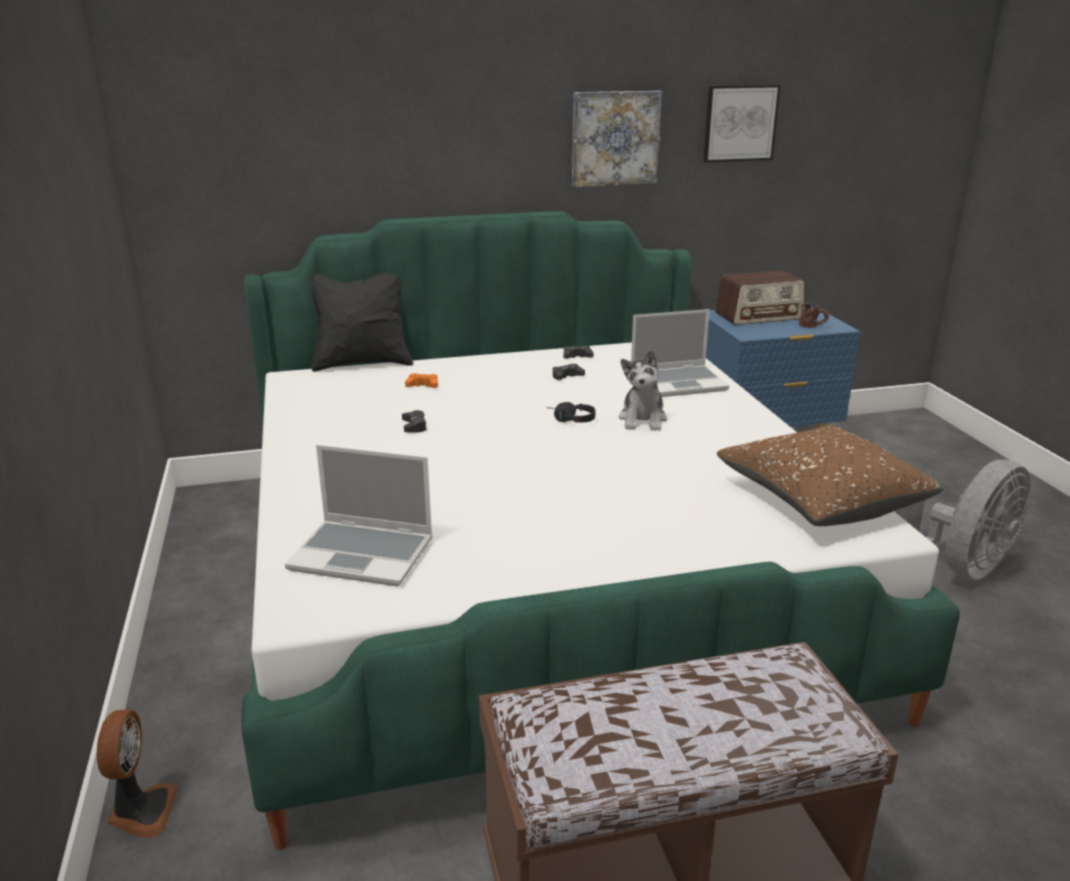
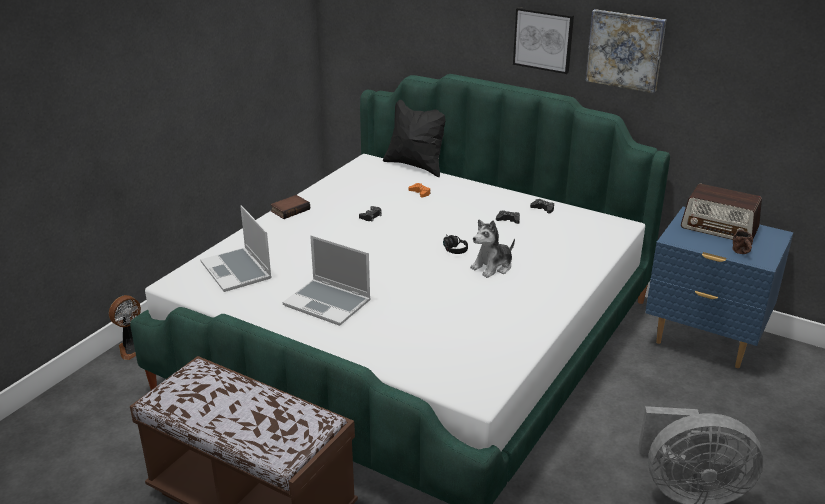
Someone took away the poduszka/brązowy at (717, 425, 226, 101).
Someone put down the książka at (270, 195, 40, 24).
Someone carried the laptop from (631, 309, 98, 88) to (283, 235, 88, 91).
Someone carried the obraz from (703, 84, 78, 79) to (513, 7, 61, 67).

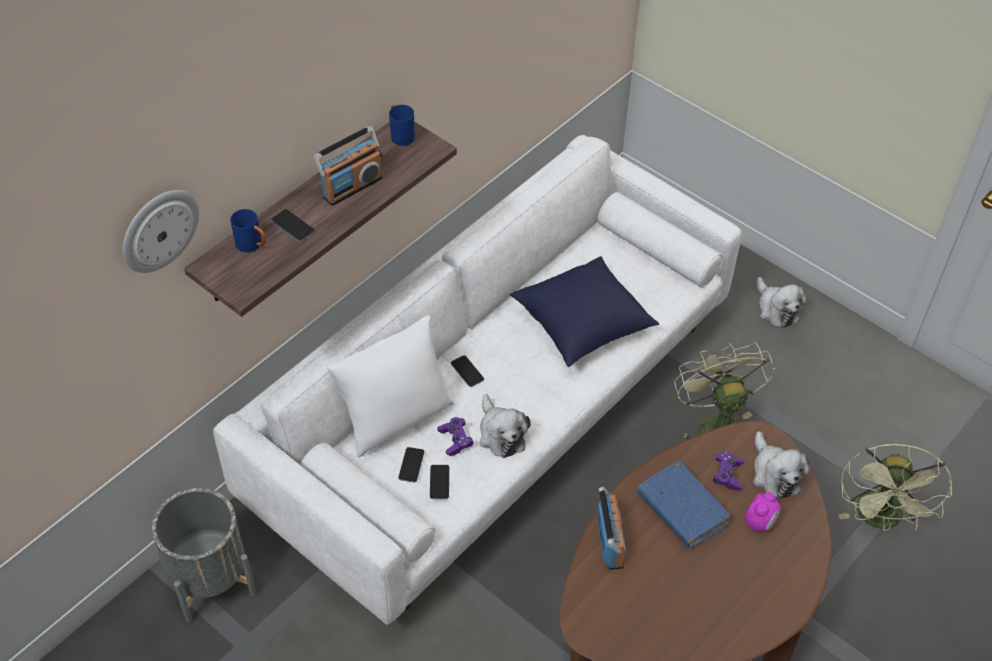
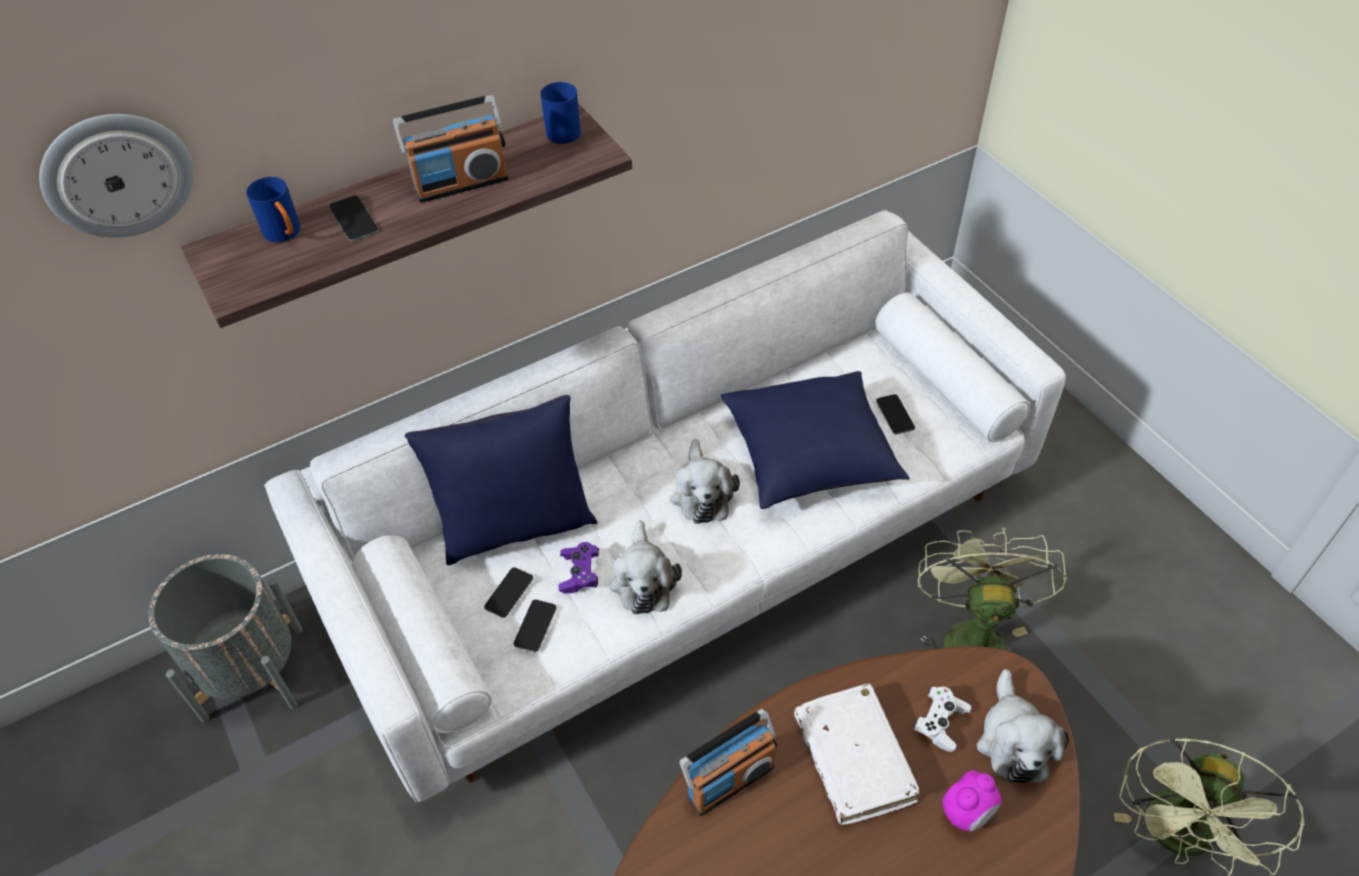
Someone carried the telefon from (451, 355, 33, 32) to (876, 394, 39, 40).
Someone carried the pluszak from (757, 277, 49, 51) to (670, 439, 70, 85).
Someone repainted the poduszka/biały at (327, 316, 127, 142), which became the poduszka/niebieski at (405, 395, 193, 170).
Someone repainted the książka/niebieski at (637, 461, 93, 88), which became the książka/biały at (794, 683, 126, 142).
Someone repainted the pad do gier/fioletowy at (713, 451, 31, 40), which became the pad do gier/biały at (913, 687, 58, 65).
Someone rotated the radio at (596, 486, 30, 84) by 45 degrees clockwise.

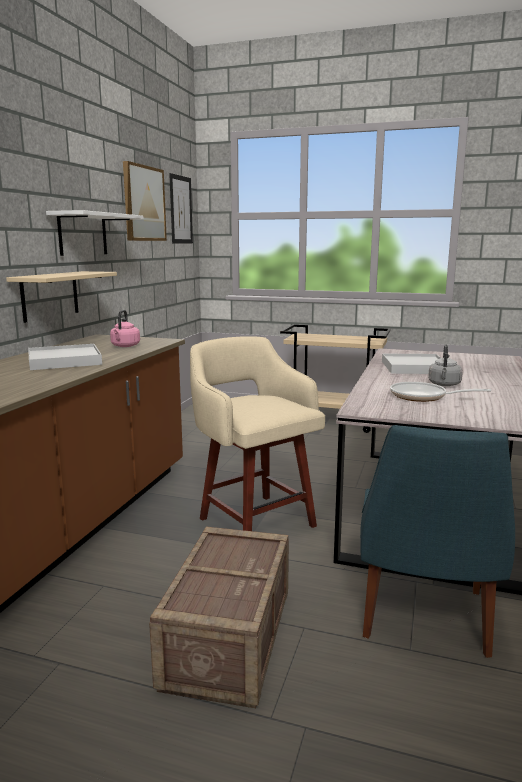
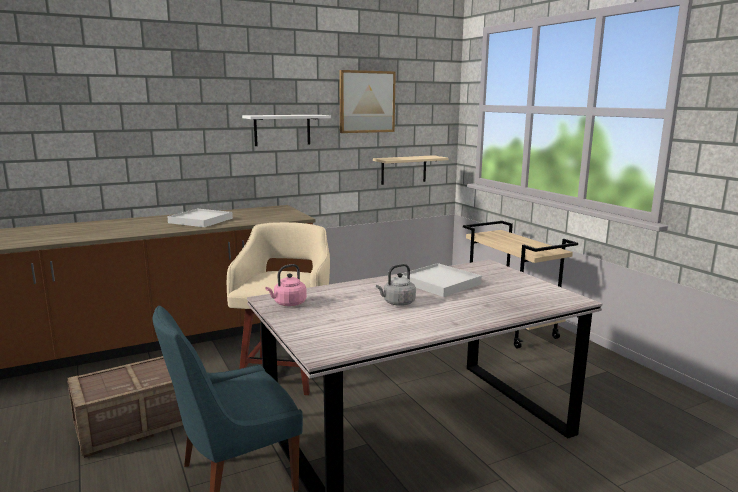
Someone took away the obraz at (169, 173, 24, 70).
Someone took away the patelnia at (390, 382, 101, 20).
Someone carried the półka/beżowy from (6, 271, 111, 52) to (373, 155, 75, 30).
Someone carried the czajnik/różowy from (110, 310, 30, 37) to (265, 264, 42, 42).

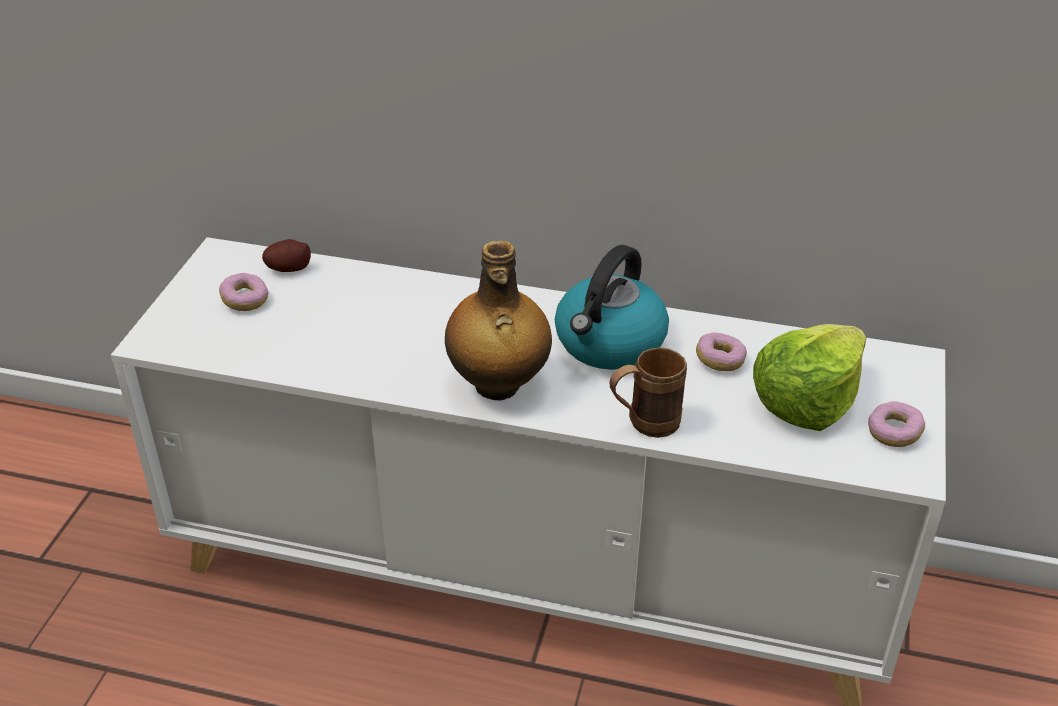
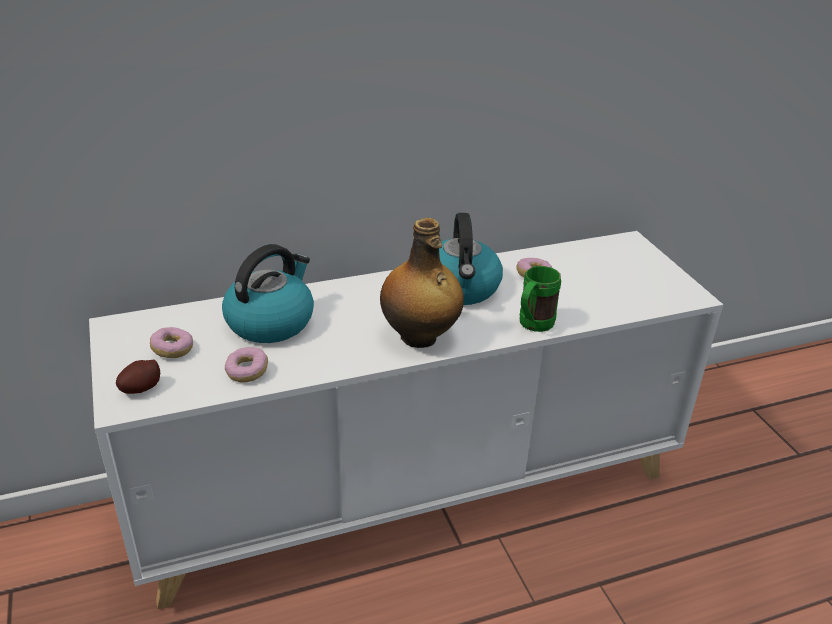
Someone took away the sałata at (753, 324, 114, 107).
Someone put down the czajnik at (222, 244, 92, 99).
Someone carried the ziemniak from (262, 239, 49, 33) to (116, 360, 44, 34).
Someone carried the donut from (868, 402, 57, 45) to (225, 347, 43, 36).
Someone repainted the kubek/brązowy at (609, 347, 78, 91), which became the kubek/zielony at (520, 266, 41, 66).

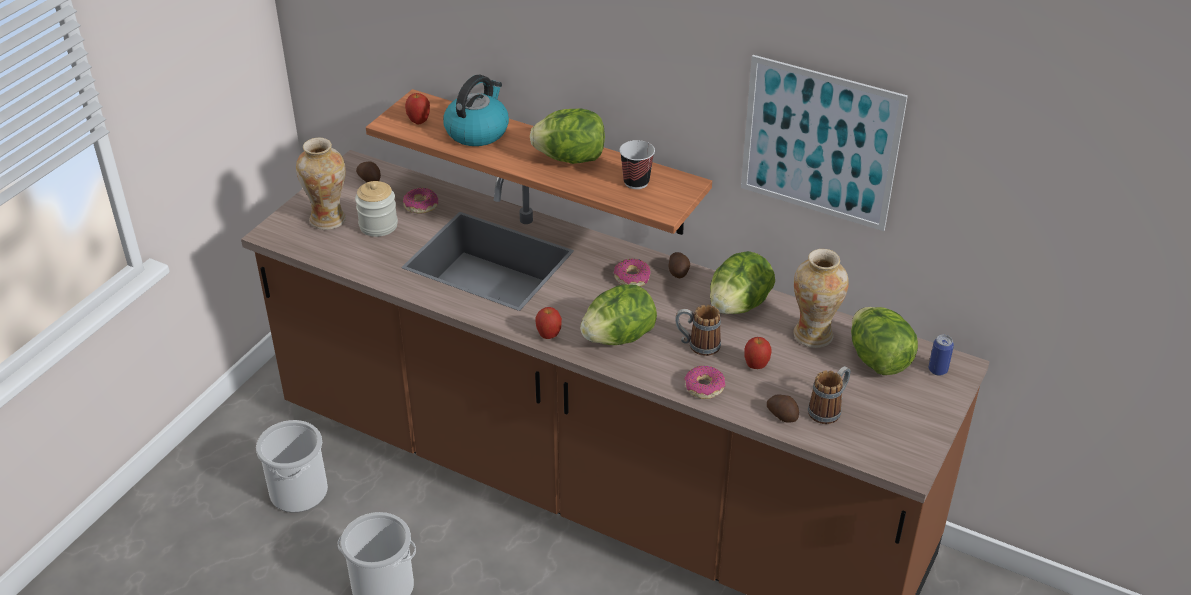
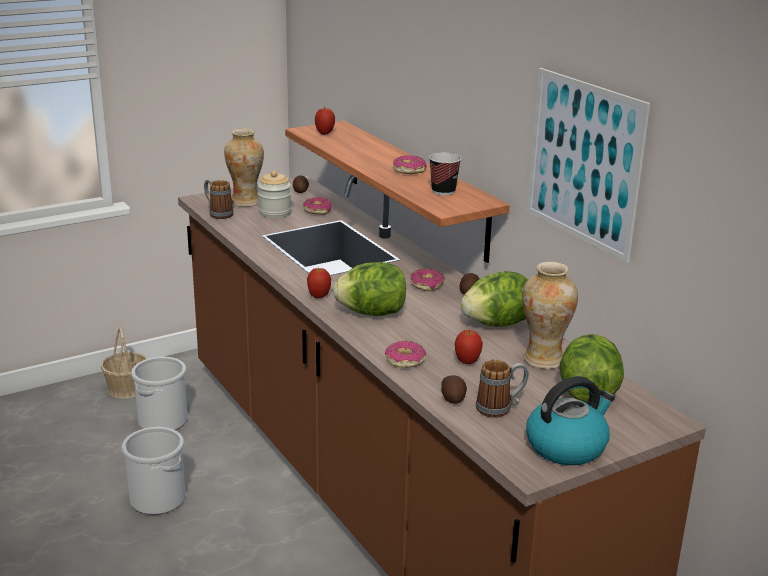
Someone took away the puszka at (929, 335, 25, 41).
Someone put down the koszyk at (101, 327, 46, 72).
Someone carried the czajnik from (443, 75, 66, 71) to (526, 376, 89, 89).
Someone carried the kubek from (675, 305, 46, 51) to (204, 179, 30, 40).
Someone swapped the sałata at (530, 109, 75, 55) for the donut at (393, 155, 34, 19).

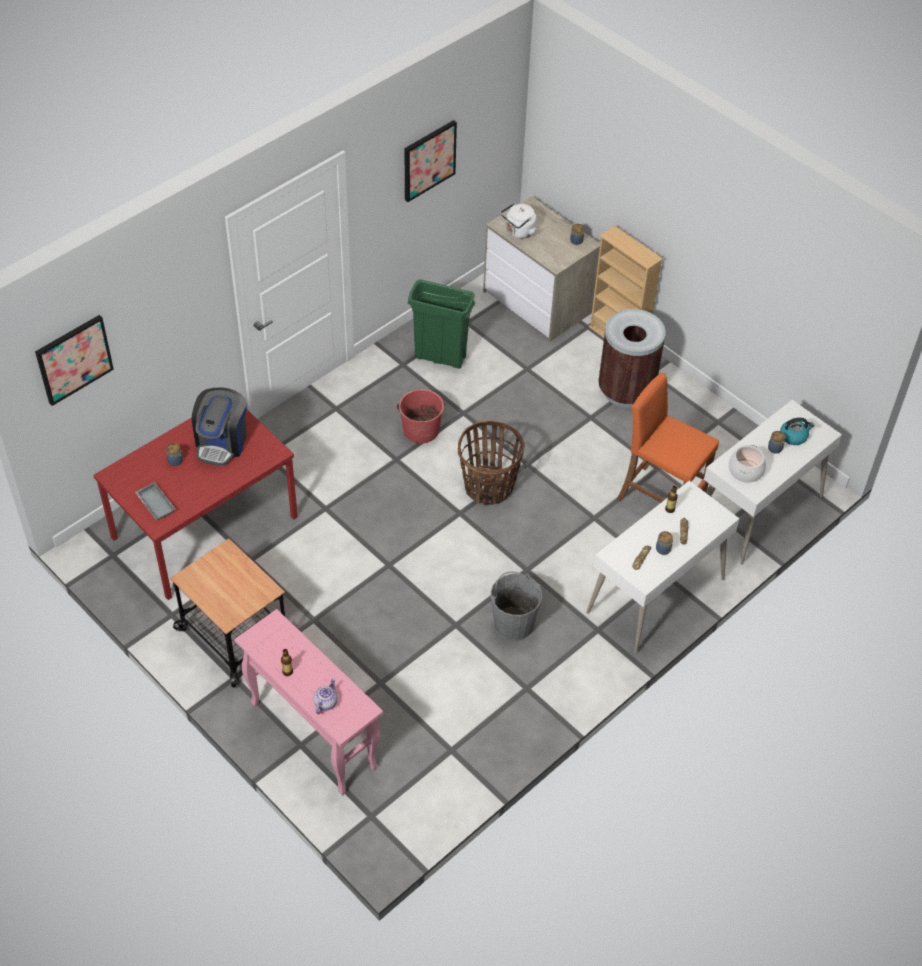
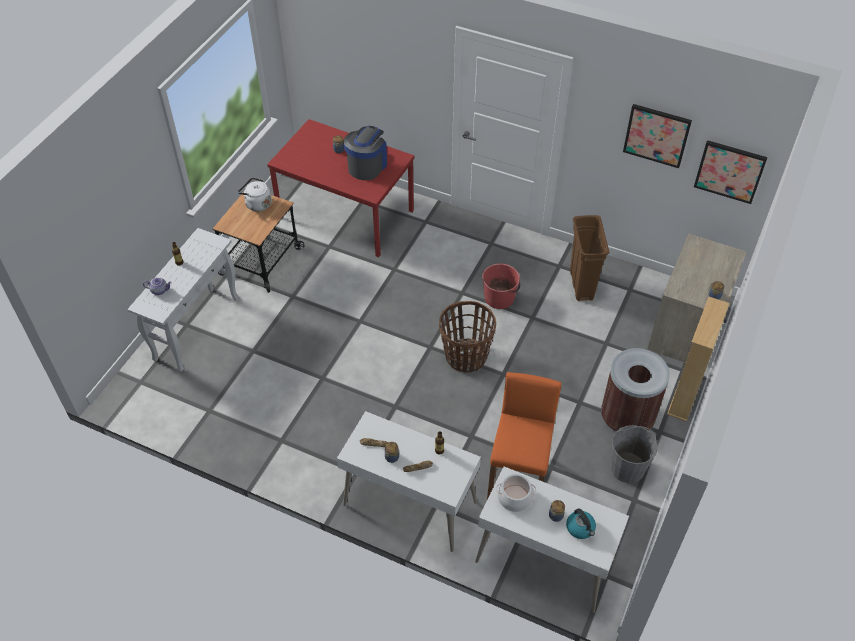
Someone took away the taca/szary at (135, 482, 41, 38).
Someone carried the obraz from (35, 315, 79, 91) to (694, 140, 74, 64).
Someone carried the wiadro/szary from (491, 571, 51, 70) to (610, 425, 48, 58).
Someone carried the czajnik/biały from (501, 203, 35, 36) to (238, 177, 34, 34).
Someone repainted the stolik konsolowy/różowy at (234, 609, 149, 186), which became the stolik konsolowy/biały at (127, 228, 112, 144).
Someone repainted the kosz na śmieci/zielony at (407, 279, 68, 90), which became the kosz na śmieci/brązowy at (570, 215, 39, 86).
Someone rotated the ekspres do kawy at (192, 387, 55, 79) by 120 degrees clockwise.

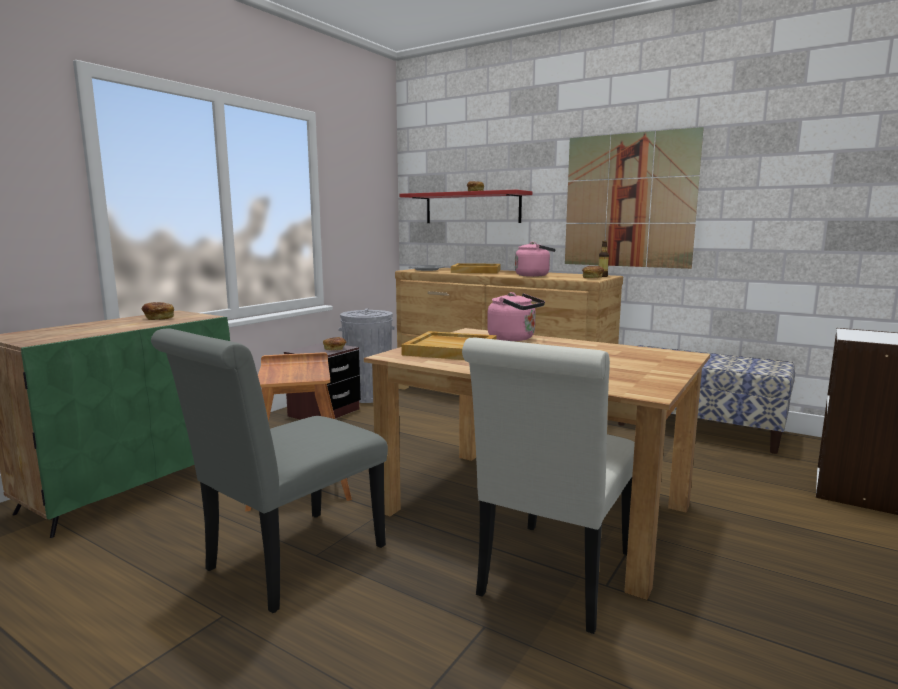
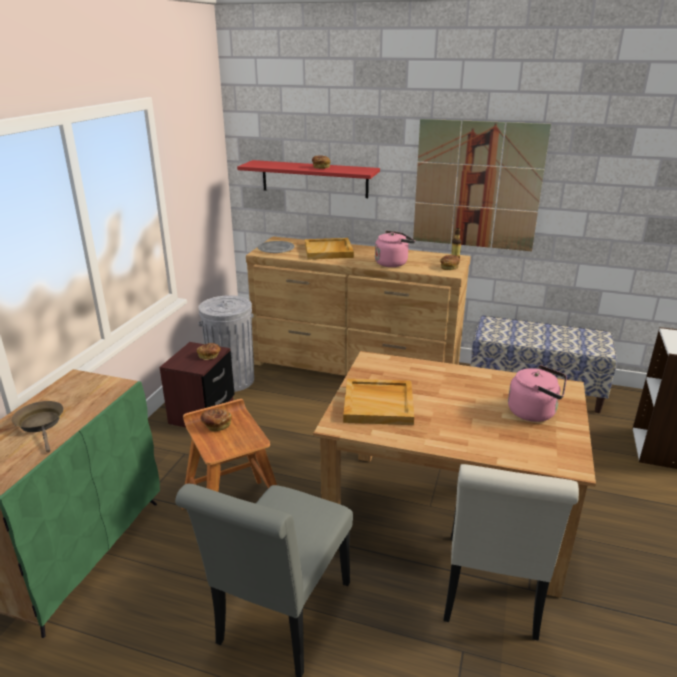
Someone put down the patelnia/brązowy at (12, 401, 51, 52).
Someone carried the chleb from (142, 302, 32, 18) to (200, 408, 32, 24).
Someone carried the czajnik/różowy from (487, 292, 58, 49) to (508, 365, 59, 57).

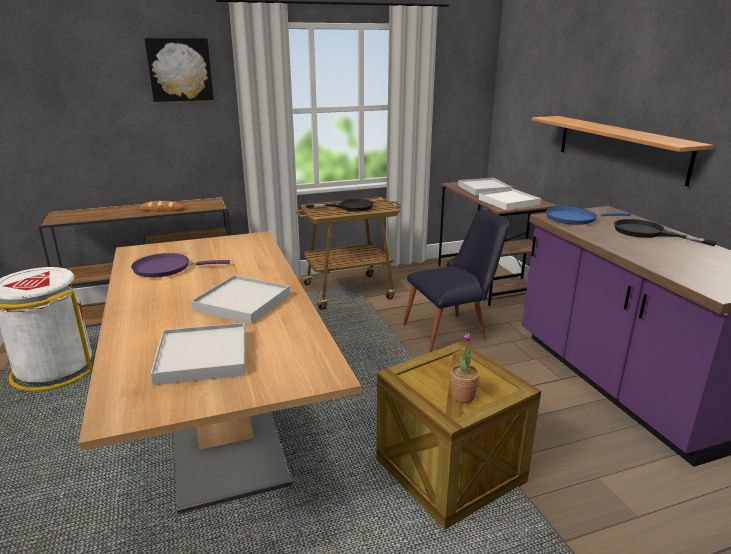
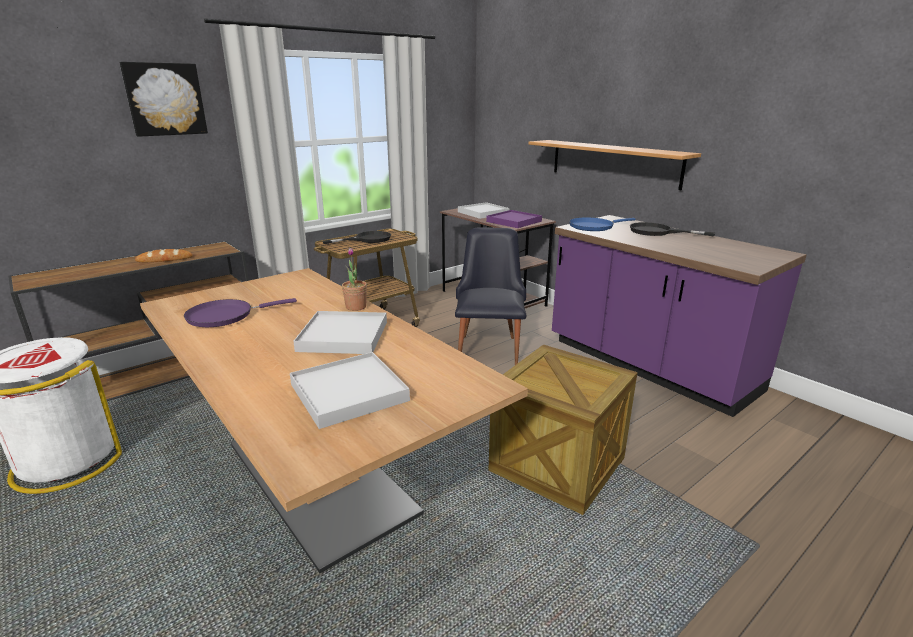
Someone carried the roślina doniczkowa from (450, 333, 30, 70) to (342, 248, 25, 63).
Someone repainted the taca/biały at (479, 189, 62, 21), which became the taca/fioletowy at (486, 210, 56, 18).
Someone rotated the krzesło/czarny at (403, 209, 106, 143) by 45 degrees counterclockwise.

